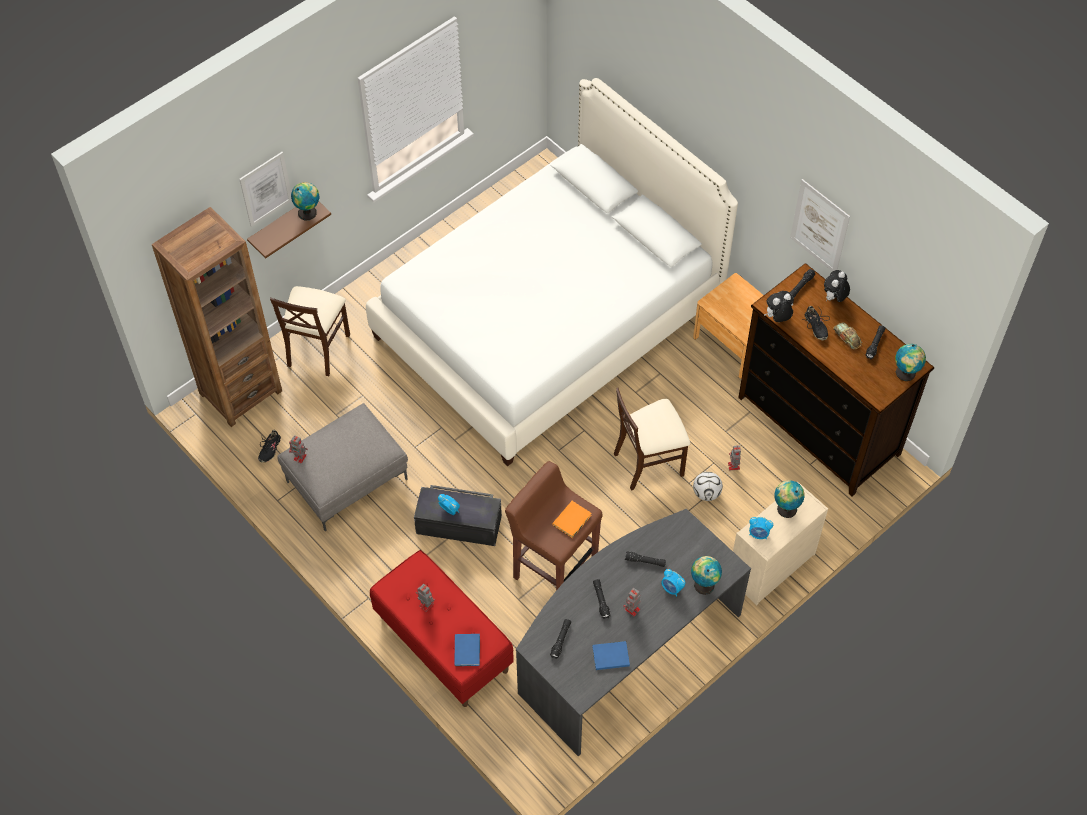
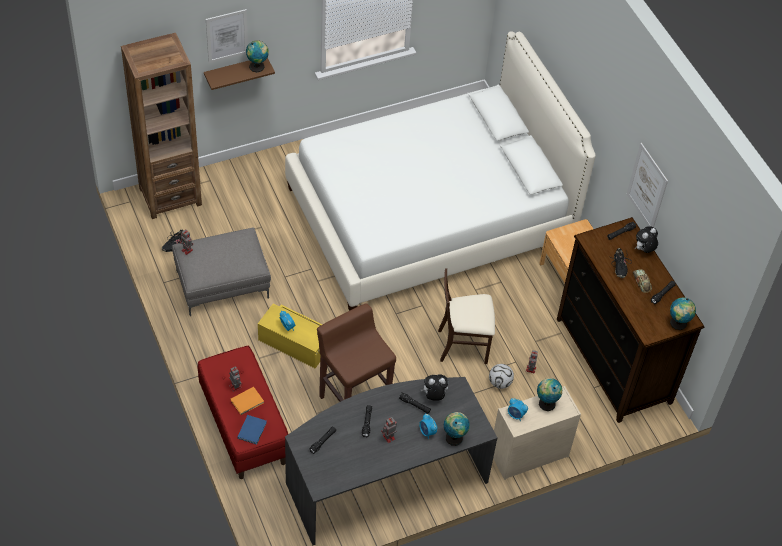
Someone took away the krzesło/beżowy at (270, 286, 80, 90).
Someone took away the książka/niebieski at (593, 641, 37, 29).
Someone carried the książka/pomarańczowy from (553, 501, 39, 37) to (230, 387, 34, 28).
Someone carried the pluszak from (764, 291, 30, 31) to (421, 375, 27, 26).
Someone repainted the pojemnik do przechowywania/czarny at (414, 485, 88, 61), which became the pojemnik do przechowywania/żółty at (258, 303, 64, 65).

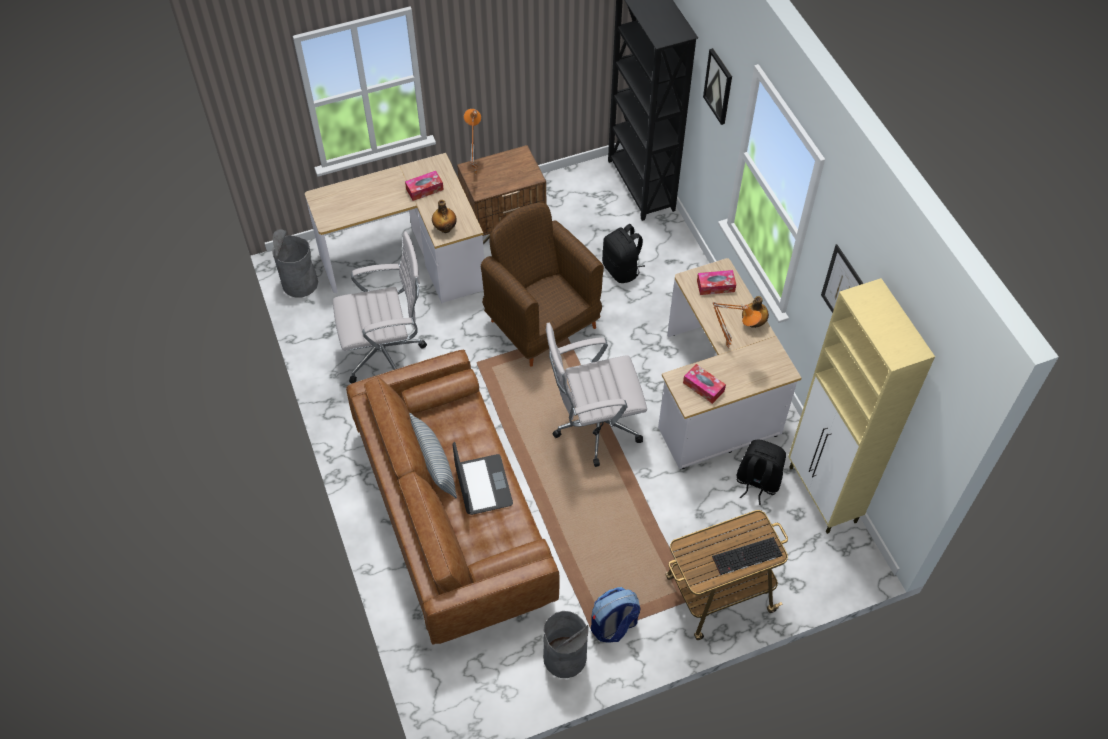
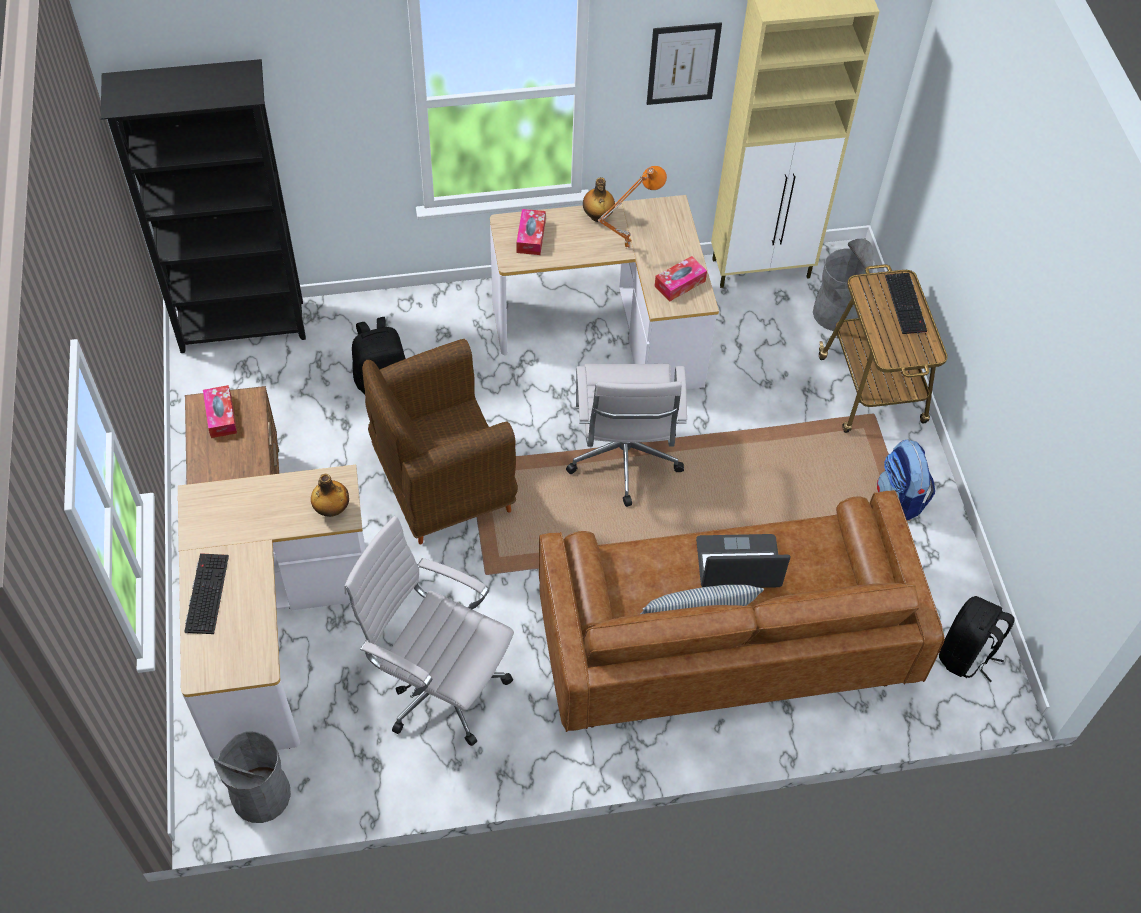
Someone took away the lampa stołowa/pomarańczowy at (464, 109, 17, 65).
Someone took away the obraz at (703, 48, 29, 77).
Someone put down the klawiatura at (184, 553, 45, 81).
Someone carried the pudełko chusteczek from (405, 171, 39, 30) to (203, 385, 34, 53).
Someone carried the kosz na śmieci/szary from (543, 611, 45, 67) to (813, 239, 61, 92).
Someone carried the plecak/czarny from (736, 440, 50, 65) to (939, 596, 75, 86).
Someone rotated the krzesło biurowe/biały at (333, 231, 94, 152) by 60 degrees counterclockwise.

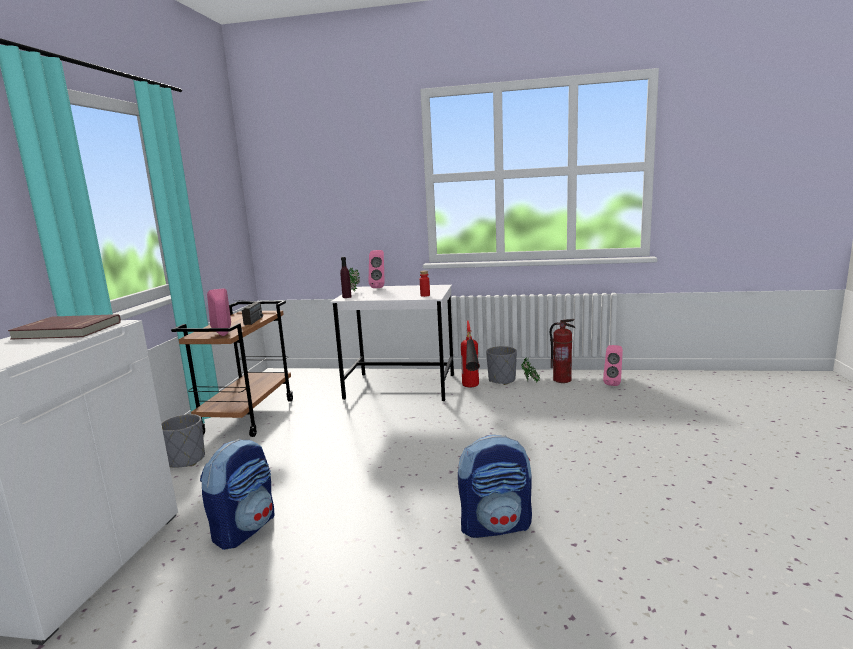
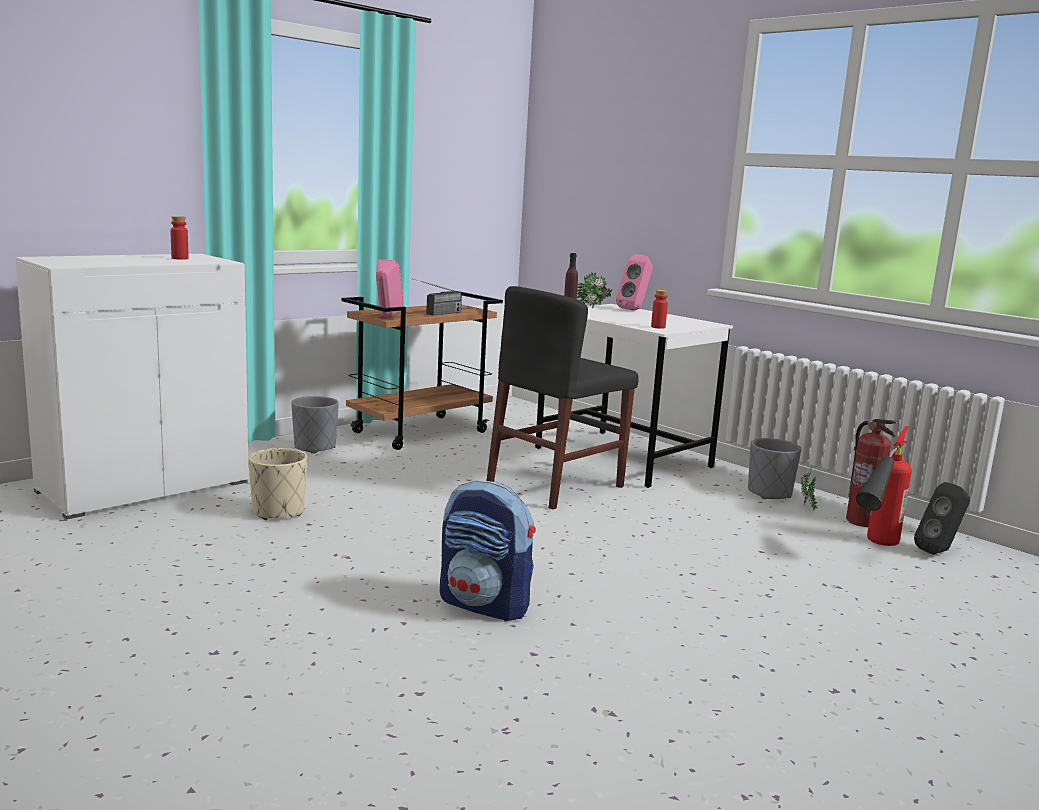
Someone put down the krzesło/czarny at (487, 286, 152, 224).
Someone carried the gaśnica from (461, 321, 19, 66) to (856, 426, 56, 120).
Someone swapped the książka/czerwony at (8, 314, 113, 26) for the butelka/czerwony at (170, 216, 19, 44).
Someone swapped the plecak at (200, 439, 74, 111) for the donica/beżowy at (248, 448, 59, 72).
Someone repainted the głośnik/różowy at (603, 345, 20, 41), which became the głośnik/czarny at (914, 482, 56, 73).

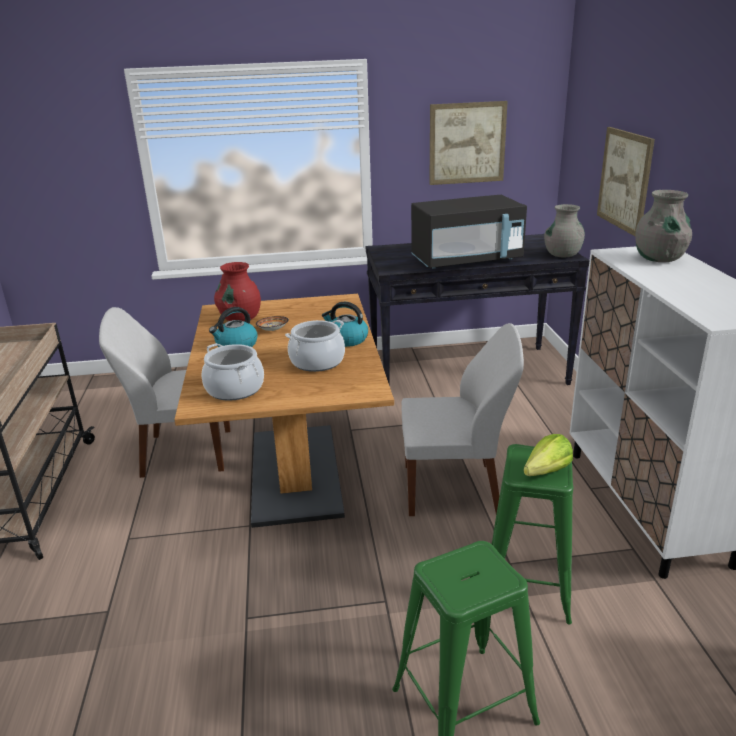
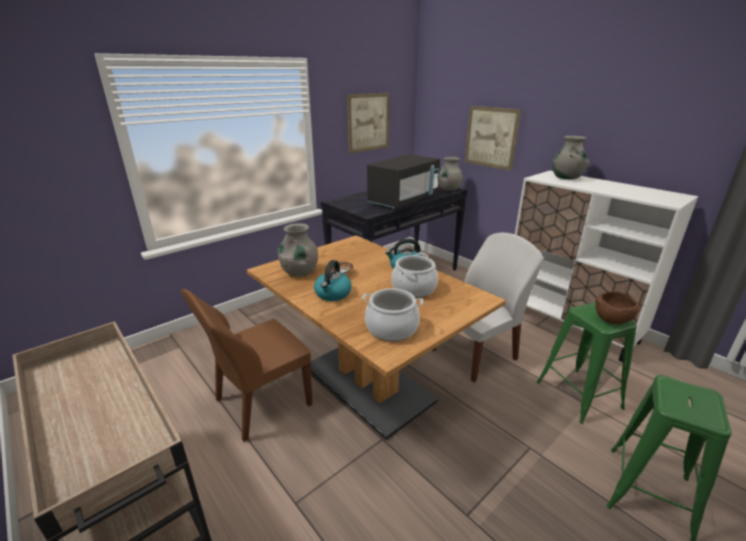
Someone swapped the sałata at (524, 434, 49, 42) for the miska/brązowy at (595, 291, 46, 34).
Someone repainted the krzesło/biały at (99, 307, 132, 171), which became the krzesło/brązowy at (181, 289, 132, 153).
Someone repainted the wazon/czerwony at (214, 262, 47, 59), which became the wazon/szary at (278, 223, 40, 54).

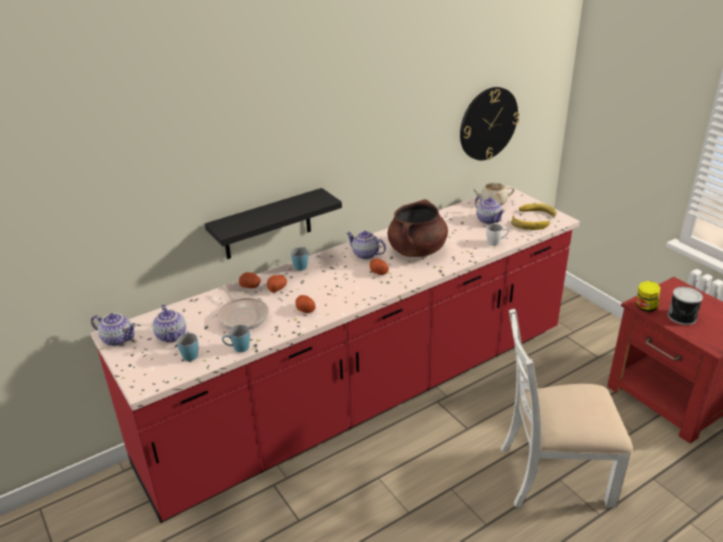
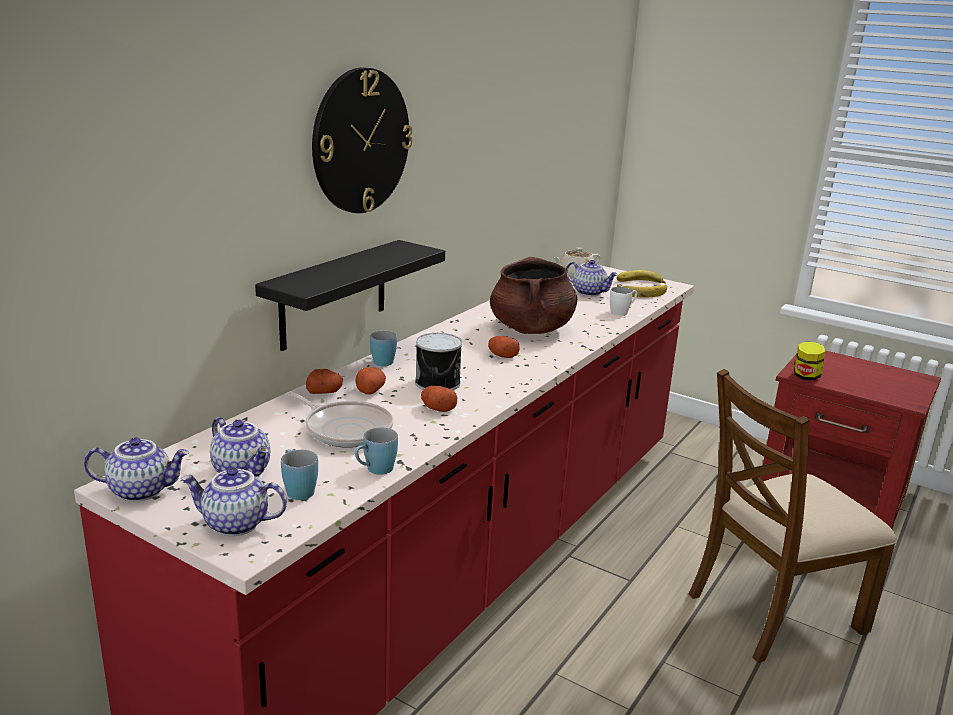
Someone carried the imbryk from (346, 231, 40, 28) to (181, 467, 106, 69).
Someone carried the zegar ścienny from (460, 87, 59, 73) to (312, 67, 100, 146).
Someone carried the puszka from (667, 287, 36, 38) to (415, 333, 47, 57).
Someone repainted the krzesło/biały at (501, 309, 132, 199), which became the krzesło/brązowy at (688, 369, 209, 294).

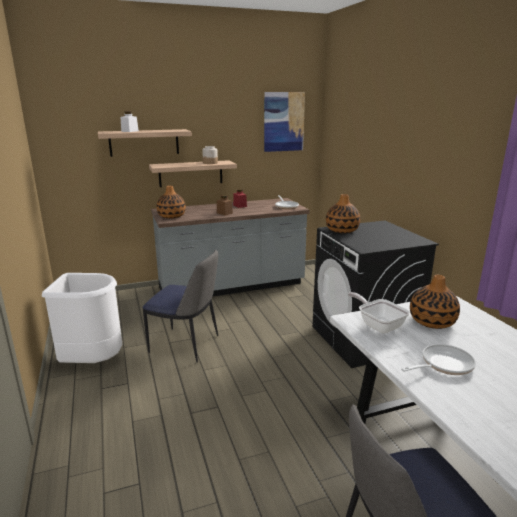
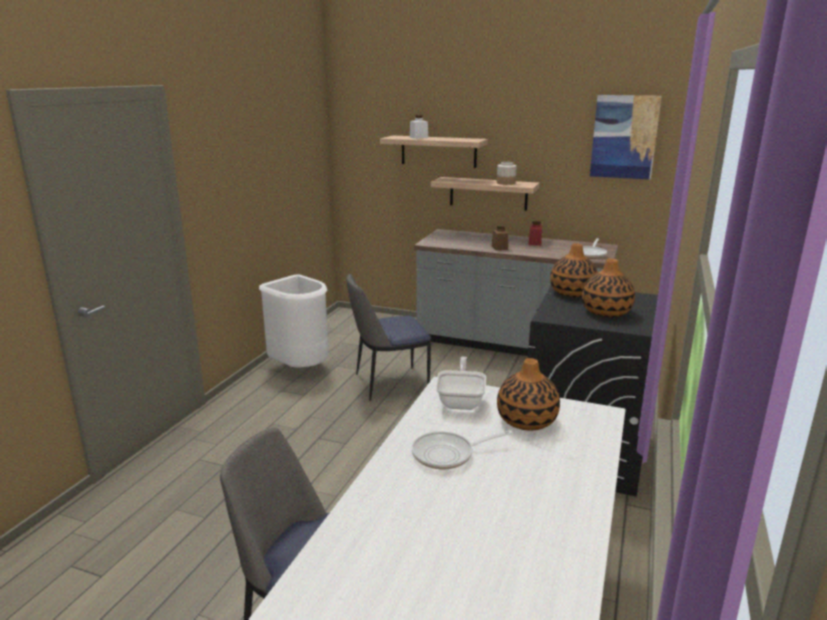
Someone carried the wazon from (157, 186, 29, 32) to (582, 259, 53, 58).
Someone rotated the krzesło at (142, 250, 76, 113) by 105 degrees clockwise.
Someone rotated the patelnia at (401, 344, 75, 31) by 150 degrees clockwise.

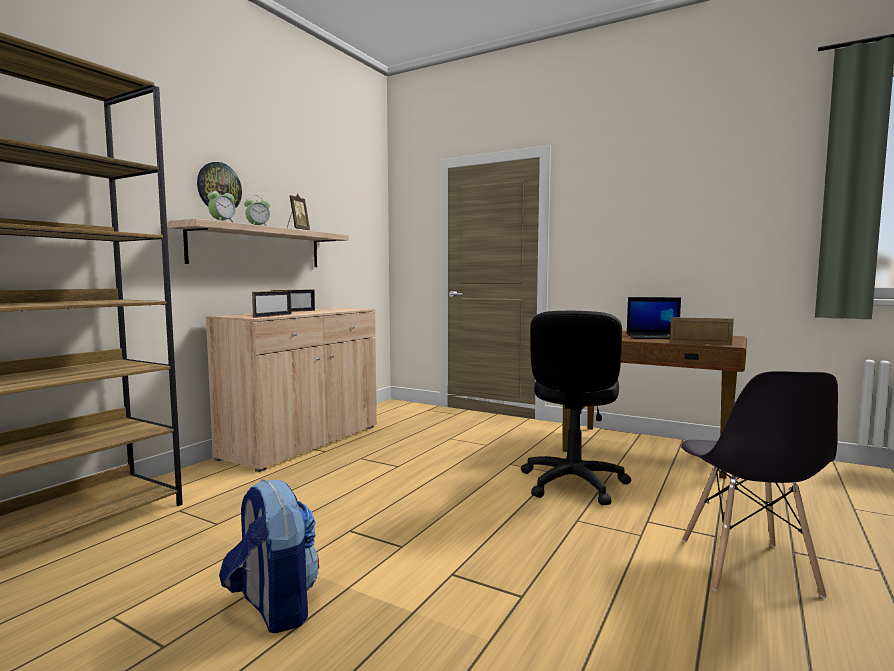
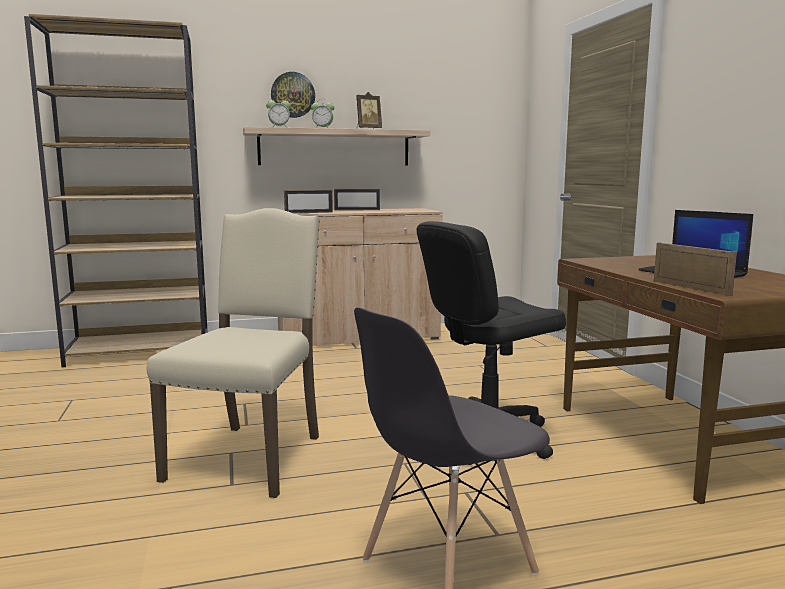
Someone took away the plecak at (219, 479, 100, 154).
Someone put down the krzesło/beżowy at (147, 208, 173, 290).

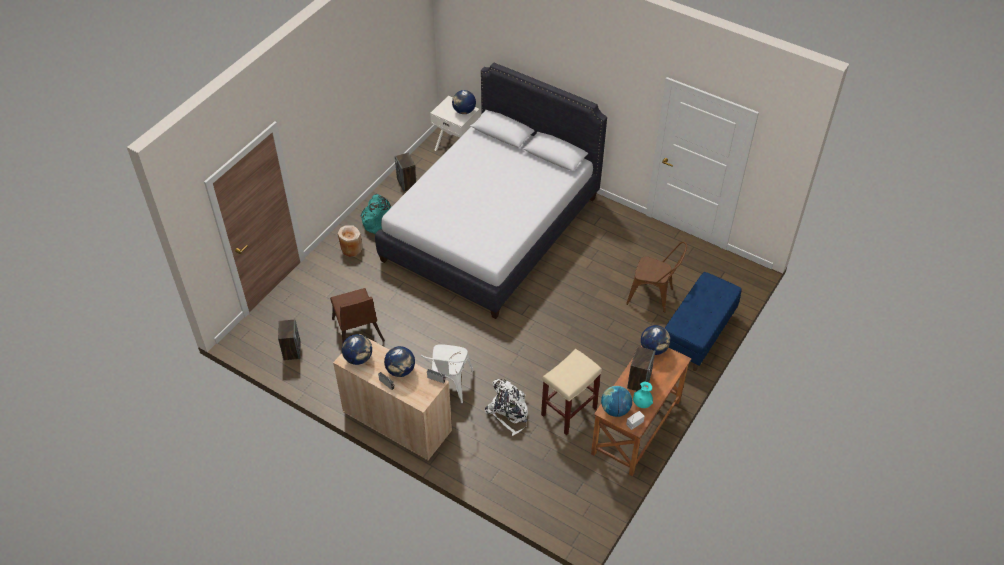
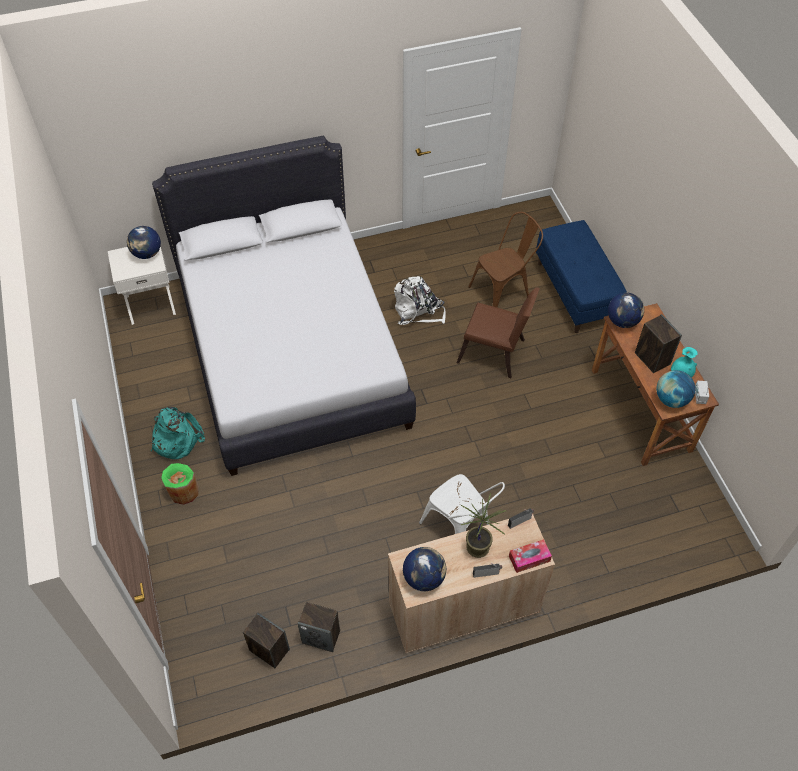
Someone took away the stołek/beżowy at (541, 349, 61, 86).
Someone put down the pudełko chusteczek at (509, 539, 43, 34).
Someone carried the krzesło/brązowy from (330, 288, 55, 55) to (457, 288, 83, 90).
Someone carried the głośnik from (395, 153, 22, 39) to (298, 602, 42, 50).
Someone carried the plecak/biały from (484, 379, 44, 57) to (394, 276, 52, 49).
Someone swapped the globus at (384, 346, 31, 31) for the roślina doniczkowa at (461, 493, 45, 65).
Someone repainted the wazon/beżowy at (338, 225, 25, 32), which became the wazon/zielony at (161, 463, 38, 42).

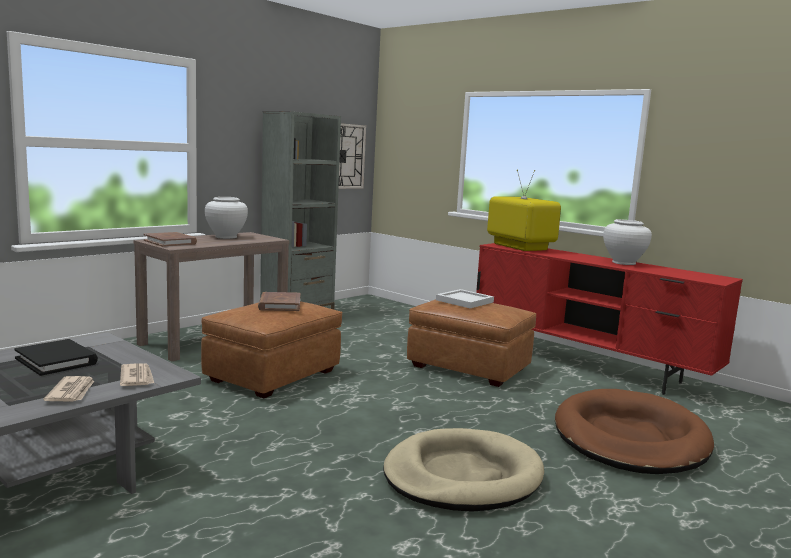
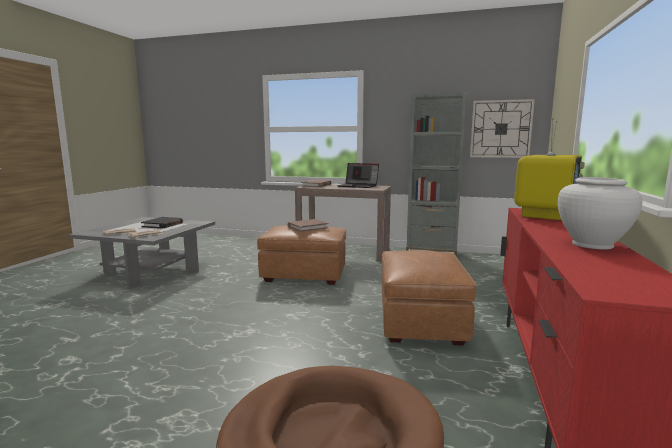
Someone took away the legowisko/beżowy at (383, 428, 161, 84).
Someone took away the taca/biały at (436, 289, 58, 19).
Someone swapped the wazon/biały at (205, 197, 43, 42) for the laptop at (337, 163, 42, 25).

